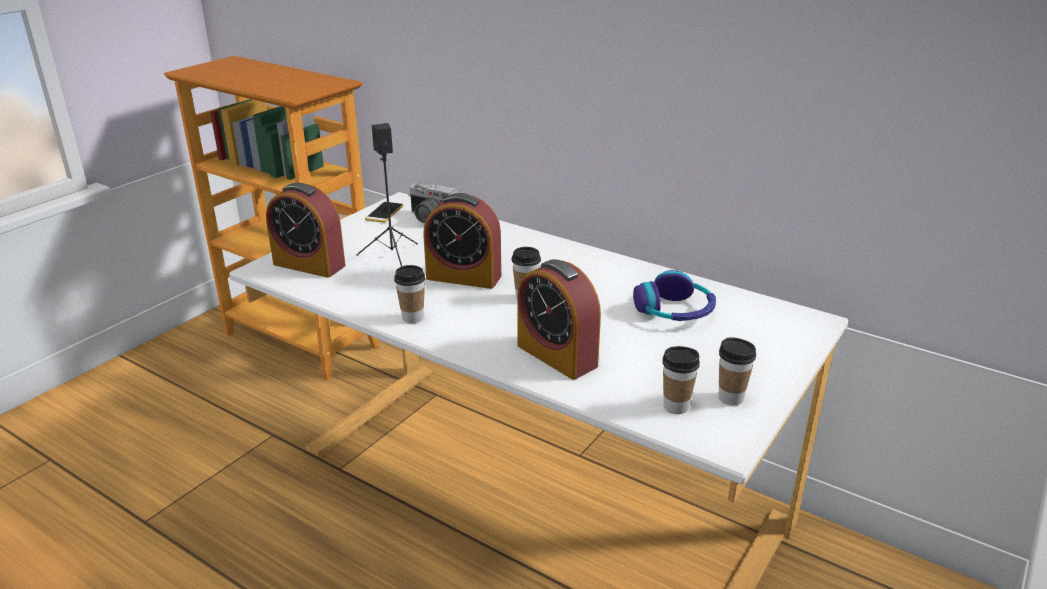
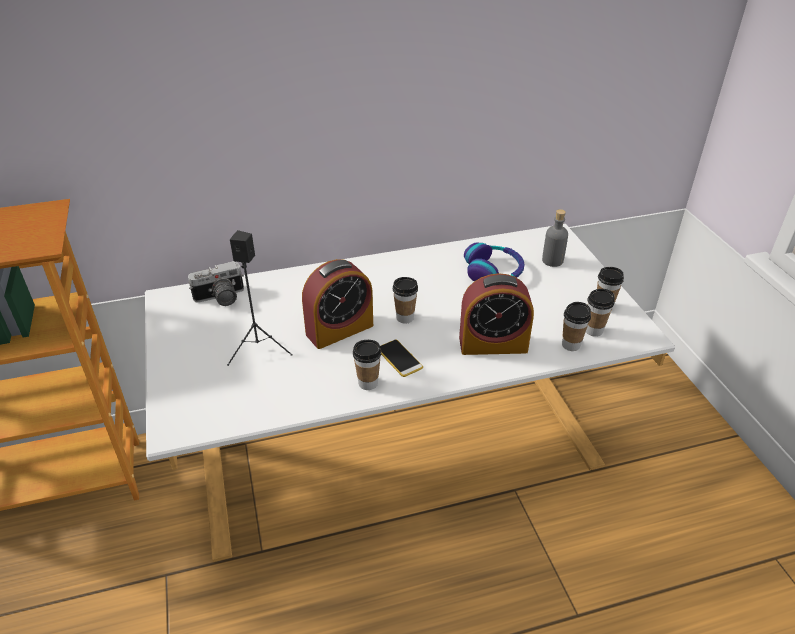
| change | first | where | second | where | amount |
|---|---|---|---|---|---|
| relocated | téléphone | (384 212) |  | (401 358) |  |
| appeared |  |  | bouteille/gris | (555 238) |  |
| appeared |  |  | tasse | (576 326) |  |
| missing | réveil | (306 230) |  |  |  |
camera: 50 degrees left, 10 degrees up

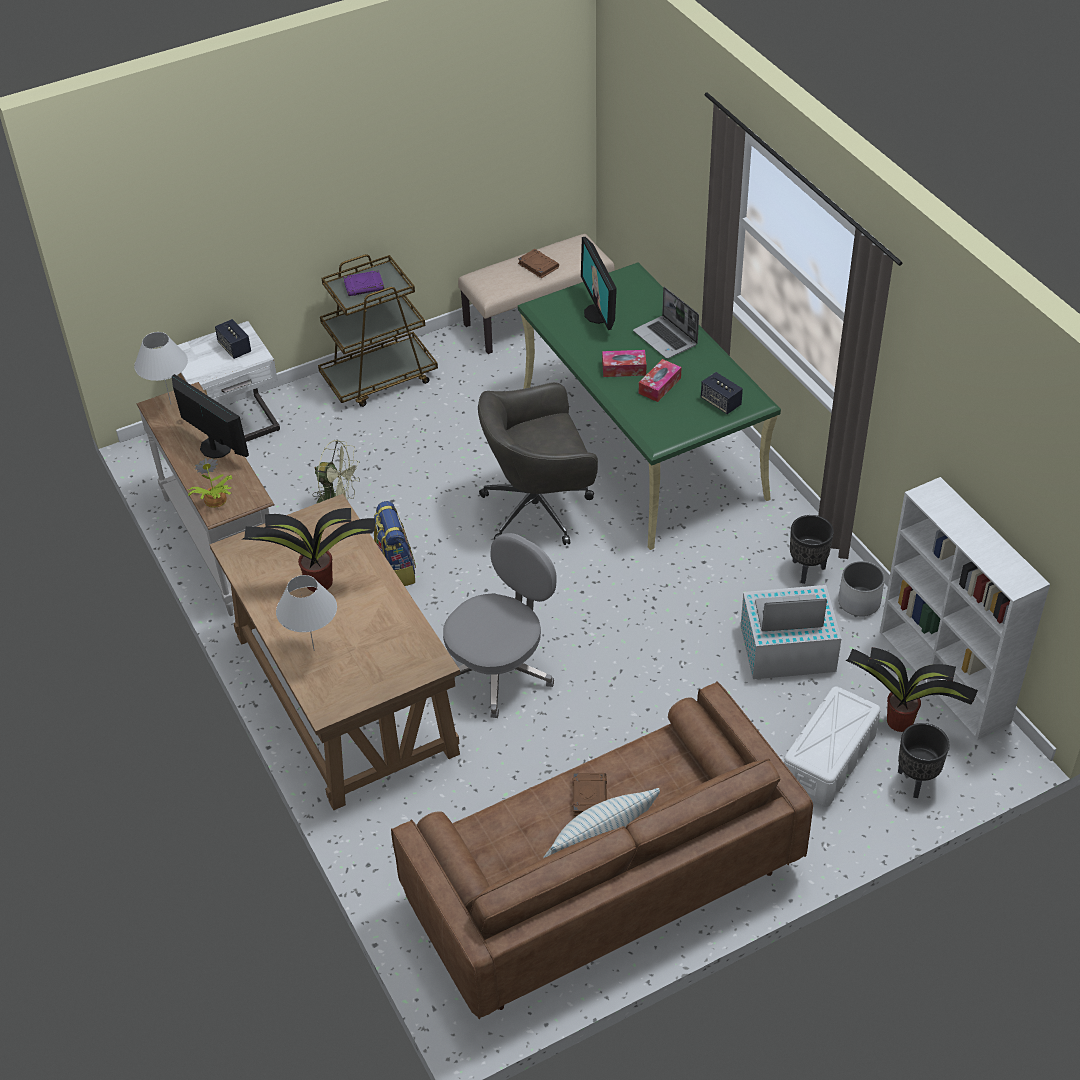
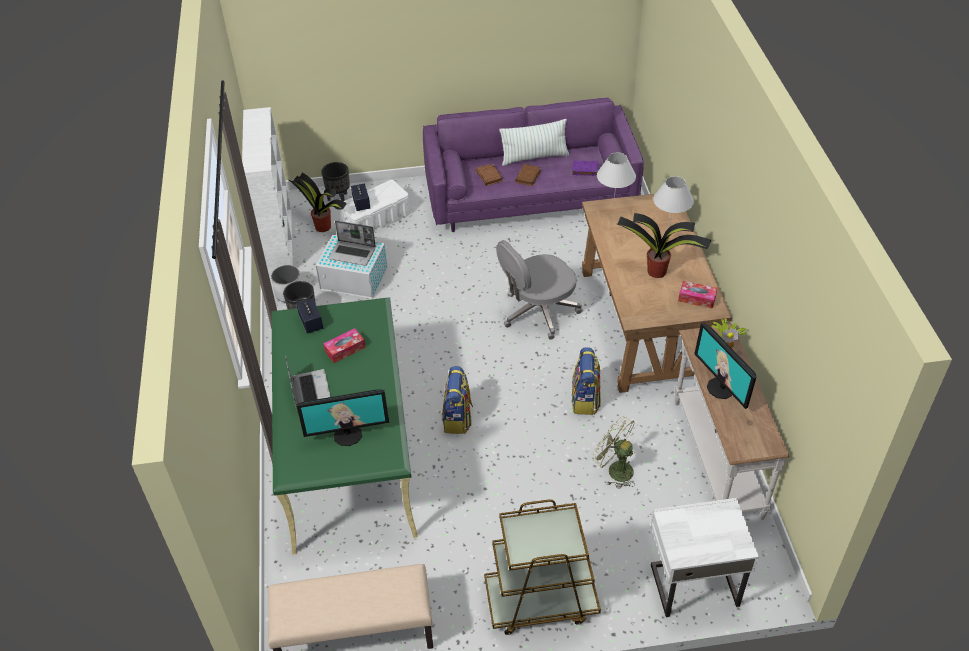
| change | first | where | second | where | amount |
|---|---|---|---|---|---|
| spun | écran d'ordinateur | (599 283) |  | (343 417) | 75 degrees clockwise |
| relocated | enceinte | (233 339) |  | (360 197) |  |
| colour | canapé/marron | (602 850) | canapé/violet | (533 165) |  |
| exchanged | chaise de bureau/gris | (538 463) | sac à dos | (457 400) |  |
| relocated | livre/marron | (538 263) |  | (489 174) |  |
| relocated | livre/violet | (363 283) |  | (585 168) |  |
| relocated | lampe de table/blanc | (161 368) |  | (616 180) |  |
| relocated | boîte à mouchoirs | (624 363) |  | (697 295) |  |
camera: 160 degrees left, 0 degrees up

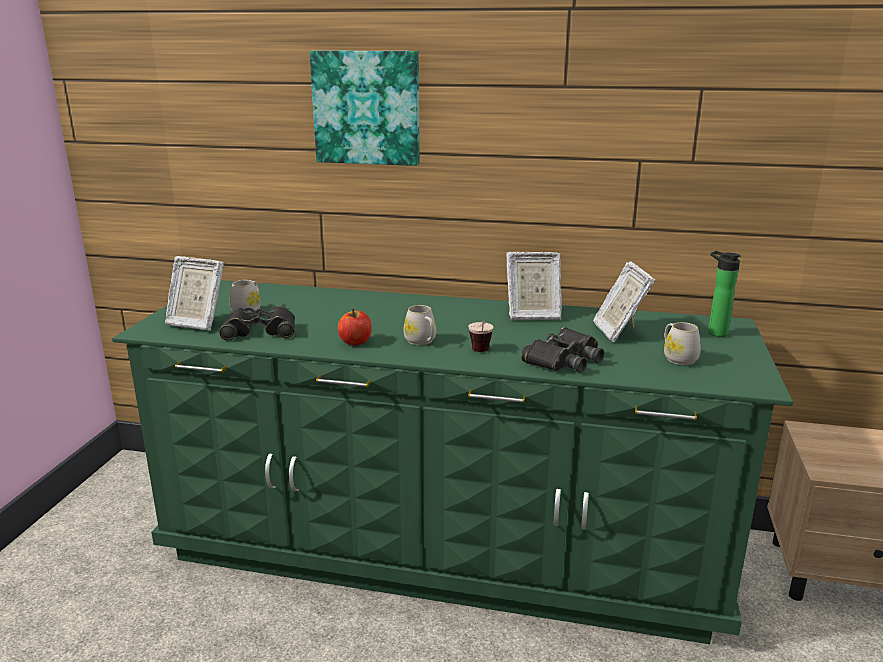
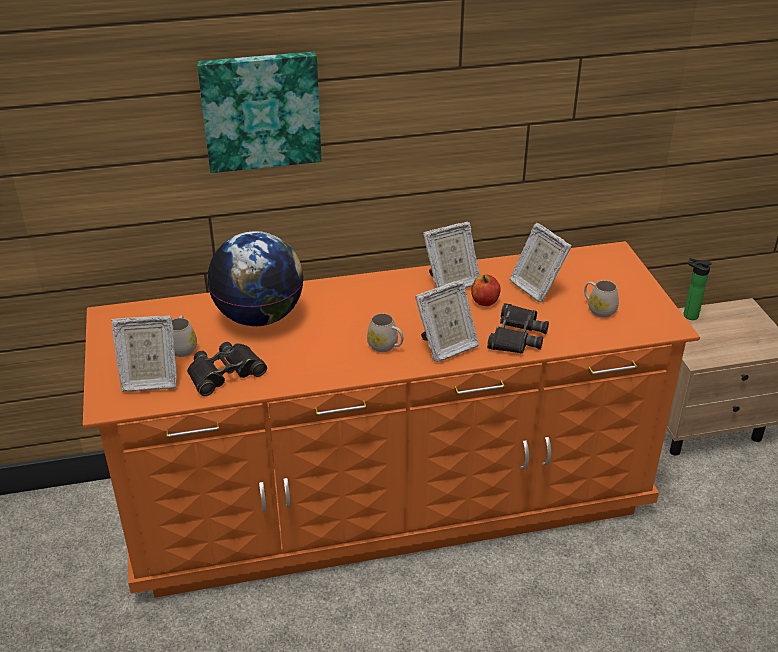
| change | first | where | second | where | amount |
|---|---|---|---|---|---|
| colour | commode/vert | (452 462) | commode/orange | (391 419) |  |
| appeared |  |  | globe | (255 278) |  |
| exchanged | tasse | (480 336) | cadre photo | (447 321) |  |
| relocated | pomme | (355 327) |  | (486 290) |  |
| relocated | bouteille | (724 294) |  | (697 289) |  |
camera: 25 degrees left, 15 degrees up

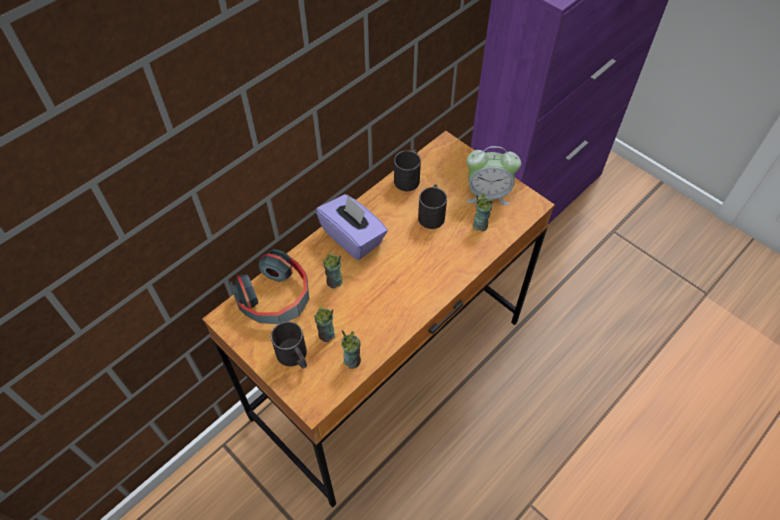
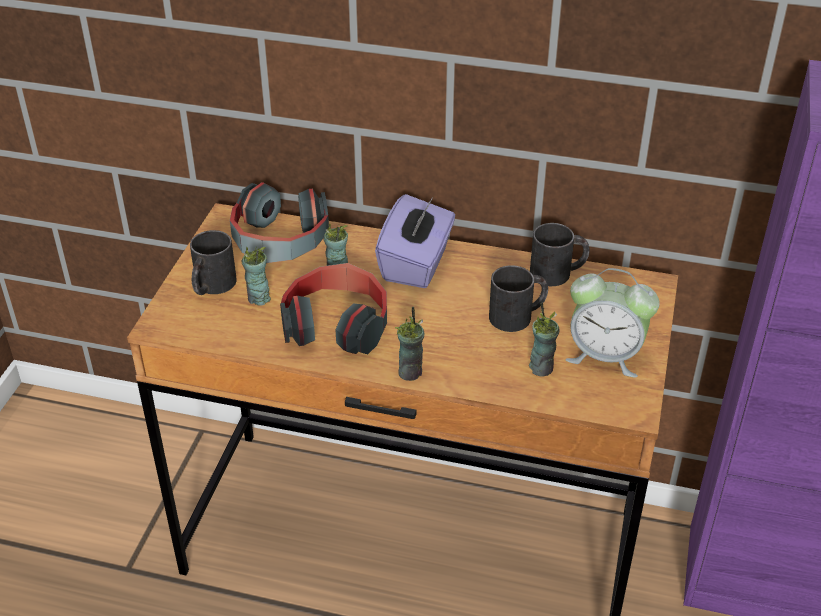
| change | first | where | second | where | amount |
|---|---|---|---|---|---|
| appeared |  |  | casque audio | (333 308) |  |
| relocated | tasse | (351 349) |  | (410 344) |  |
| spun | réveil | (493 175) |  | (613 322) | 45 degrees counterclockwise |
camera: 60 degrees right, 15 degrees down

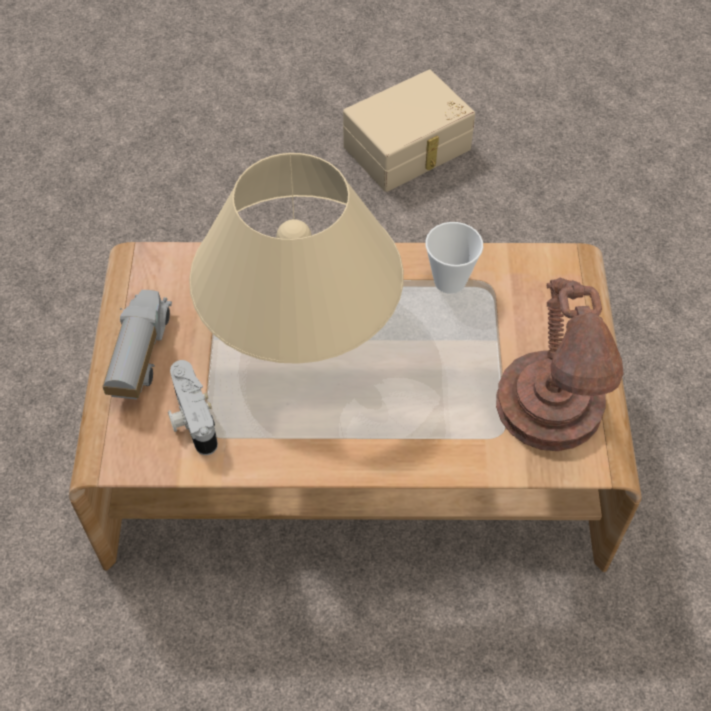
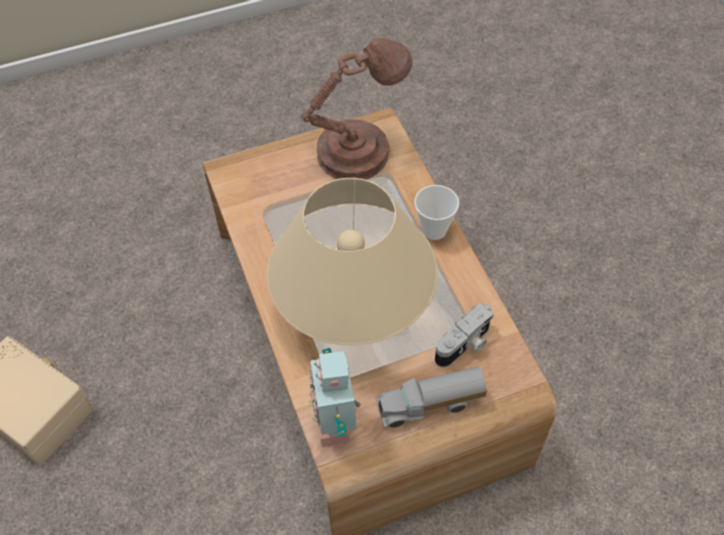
| change | first | where | second | where | amount |
|---|---|---|---|---|---|
| appeared |  |  | robot jouet | (335 397) |  |
| relocated | tasse | (454 258) |  | (436 212) |  |
camera: 110 degrees left, 0 degrees up

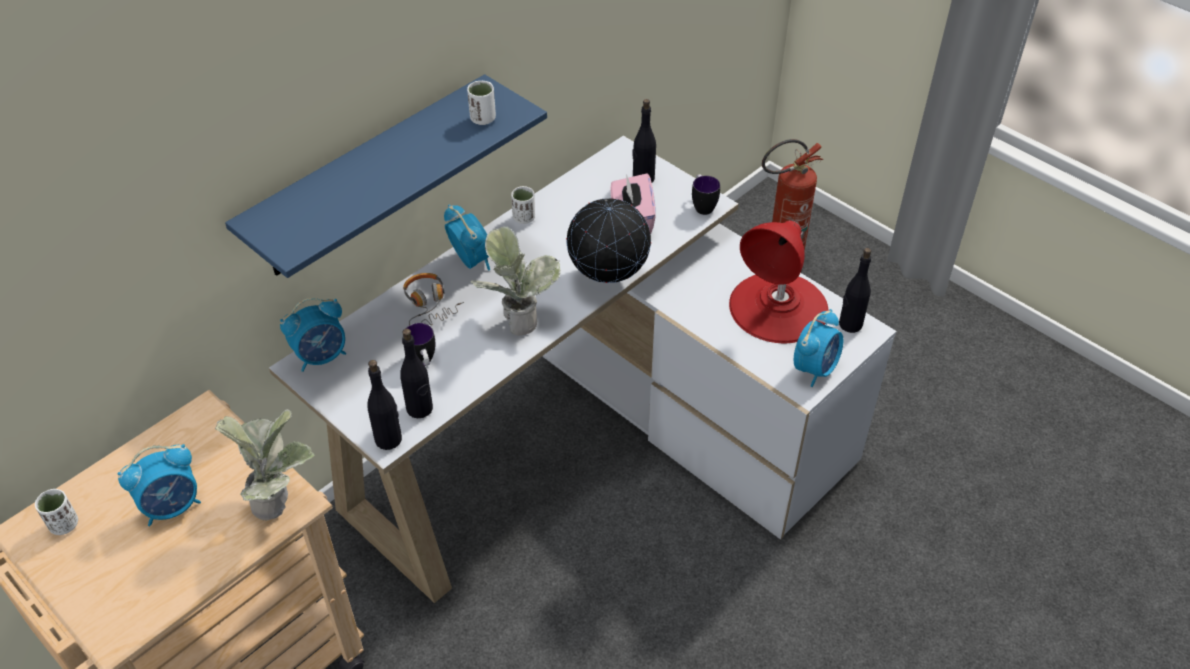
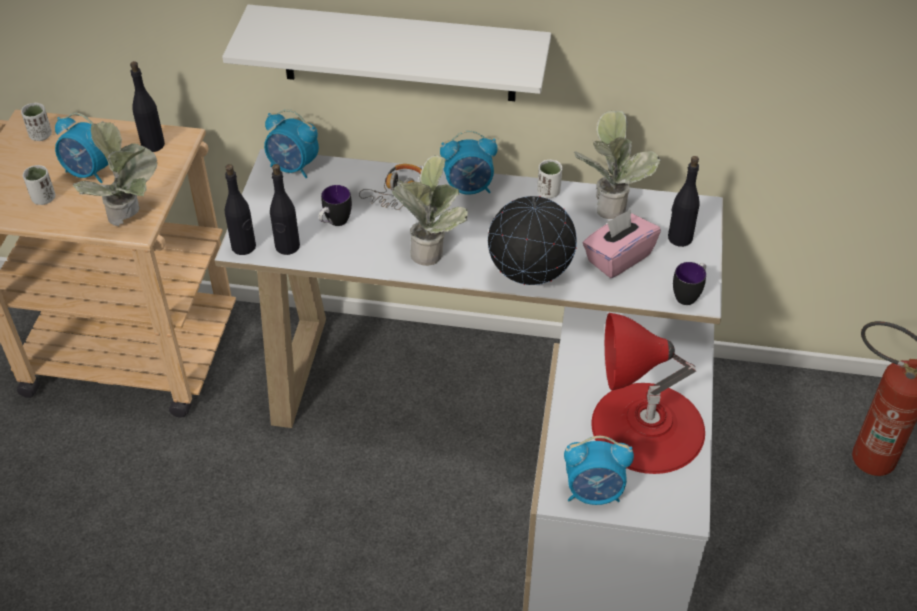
| change | first | where | second | where | amount |
|---|---|---|---|---|---|
| relocated | tasse/blanc | (481 103) |  | (39 185) |  |
| relocated | bouteille/noir | (855 290) |  | (147 106) |  |
| colour | étagère/bleu | (386 176) | étagère/blanc | (386 52) |  |
| spun | réveil | (467 237) |  | (469 162) | 60 degrees clockwise |
| appeared |  |  | plante en pot | (617 165) |  |
camera: 55 degrees right, 0 degrees up

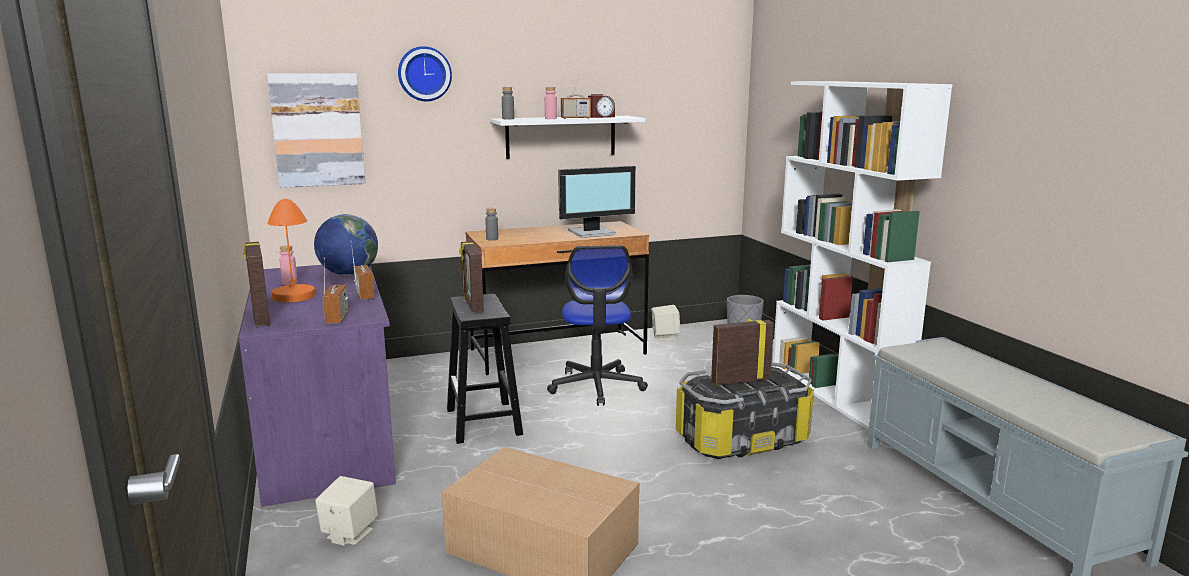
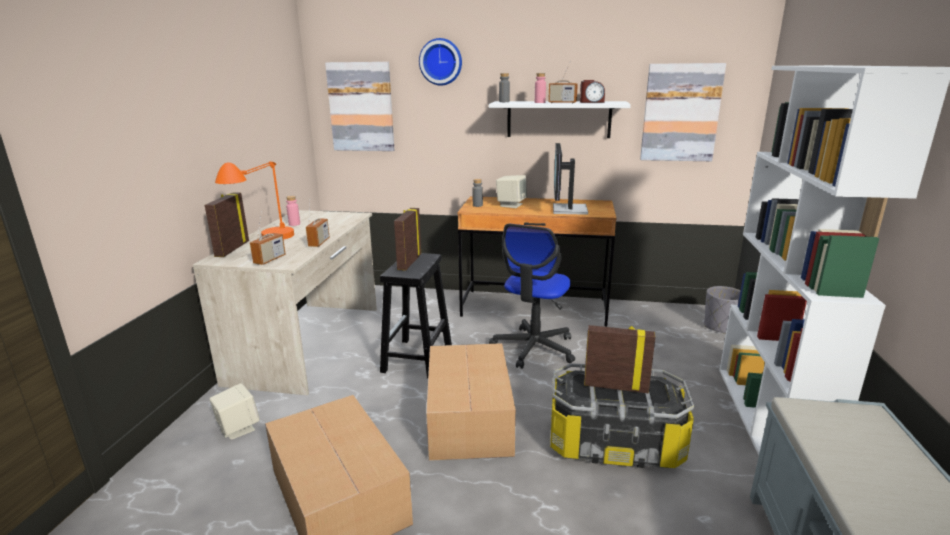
| change | first | where | second | where | amount |
|---|---|---|---|---|---|
| colour | bureau/violet | (317 386) | bureau/beige | (285 302) |  |
| appeared |  |  | carton | (471 402) |  |
| relocated | enceinte/beige | (665 322) |  | (511 191) |  |
| spun | écran d'ordinateur | (597 202) |  | (570 179) | 90 degrees clockwise |
| appeared |  |  | tableau | (683 112) |  |
| missing | globe | (346 244) |  |  |  |
camera: 30 degrees right, 5 degrees up

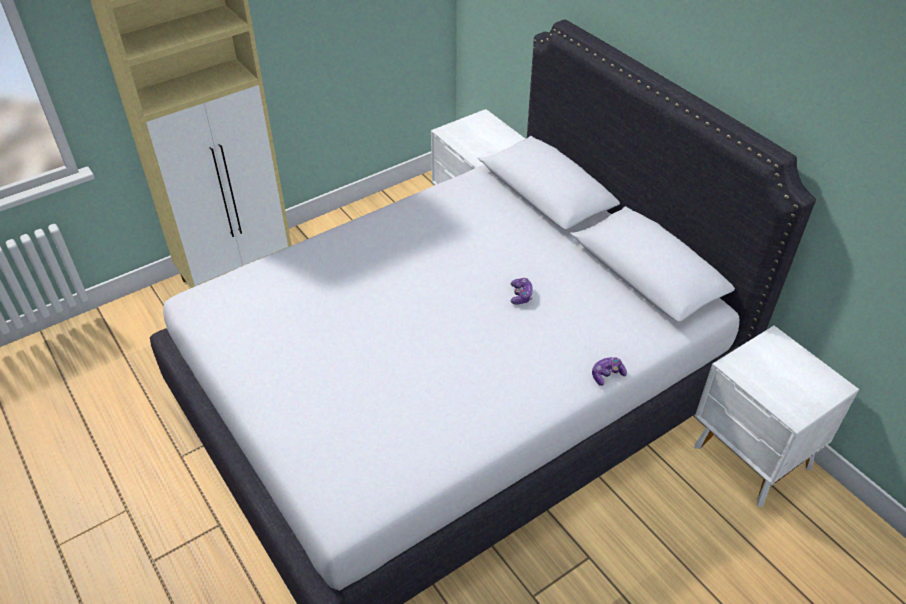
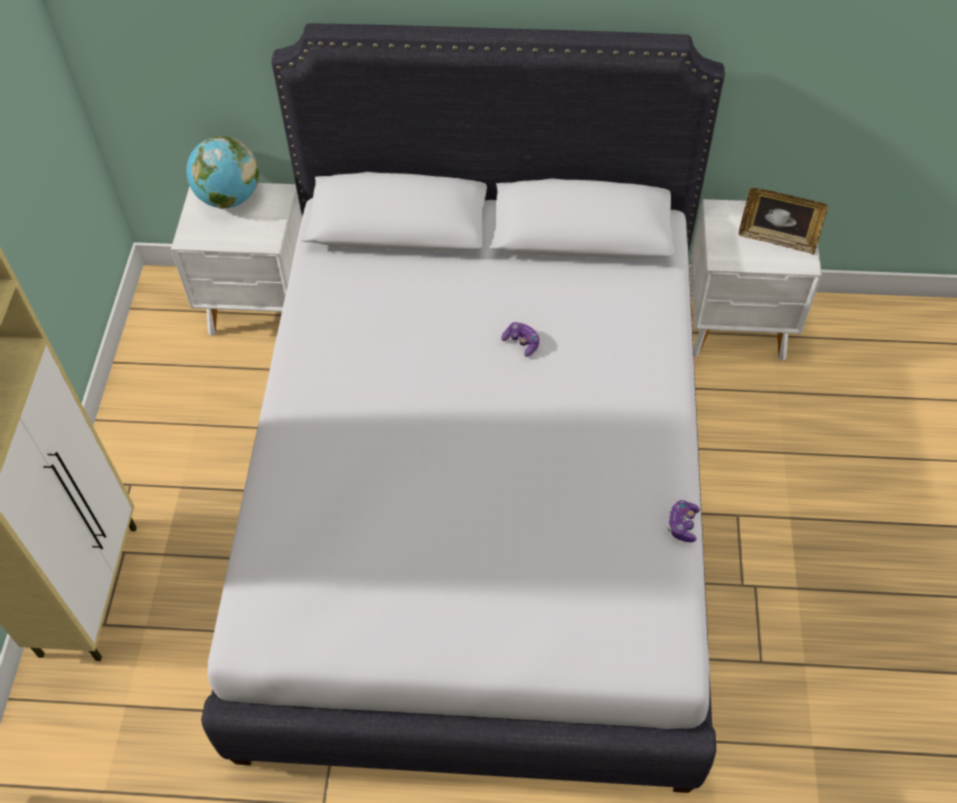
| change | first | where | second | where | amount |
|---|---|---|---|---|---|
| appeared |  |  | globe | (222 172) |  |
| relocated | manette | (609 371) |  | (684 521) |  |
| appeared |  |  | cadre photo | (783 221) |  |
camera: 50 degrees left, 10 degrees up

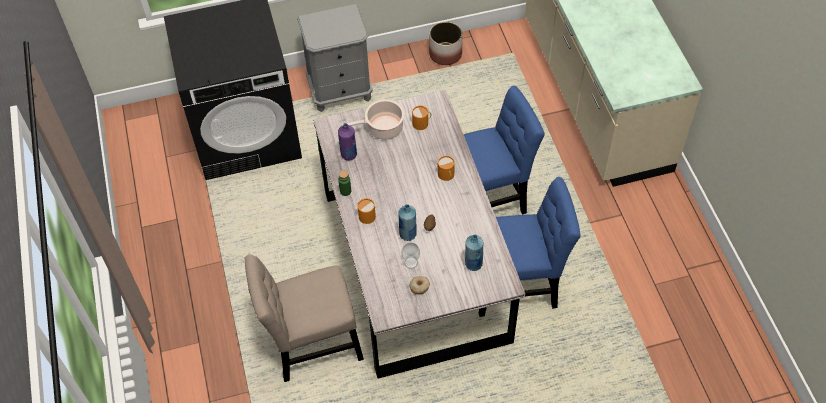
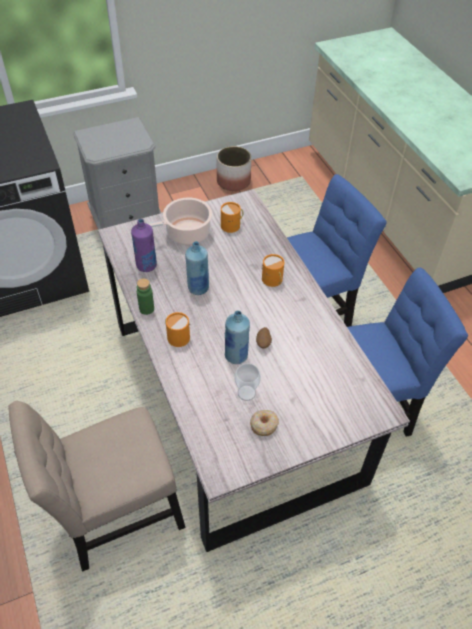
| change | first | where | second | where | amount |
|---|---|---|---|---|---|
| relocated | bouteille/bleu | (474 252) |  | (197 268) |  |
camera: 10 degrees left, 5 degrees down

